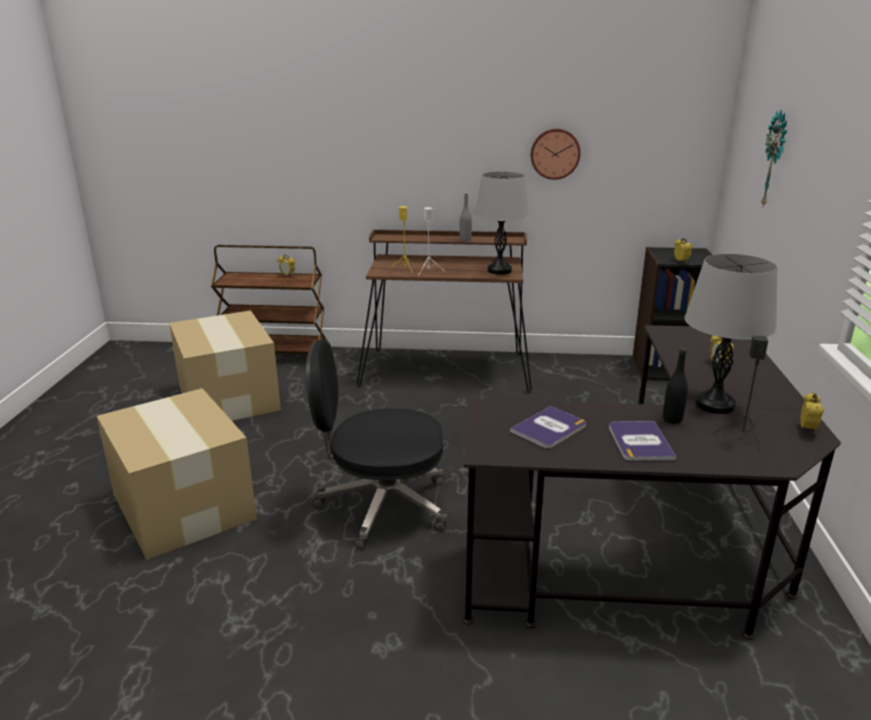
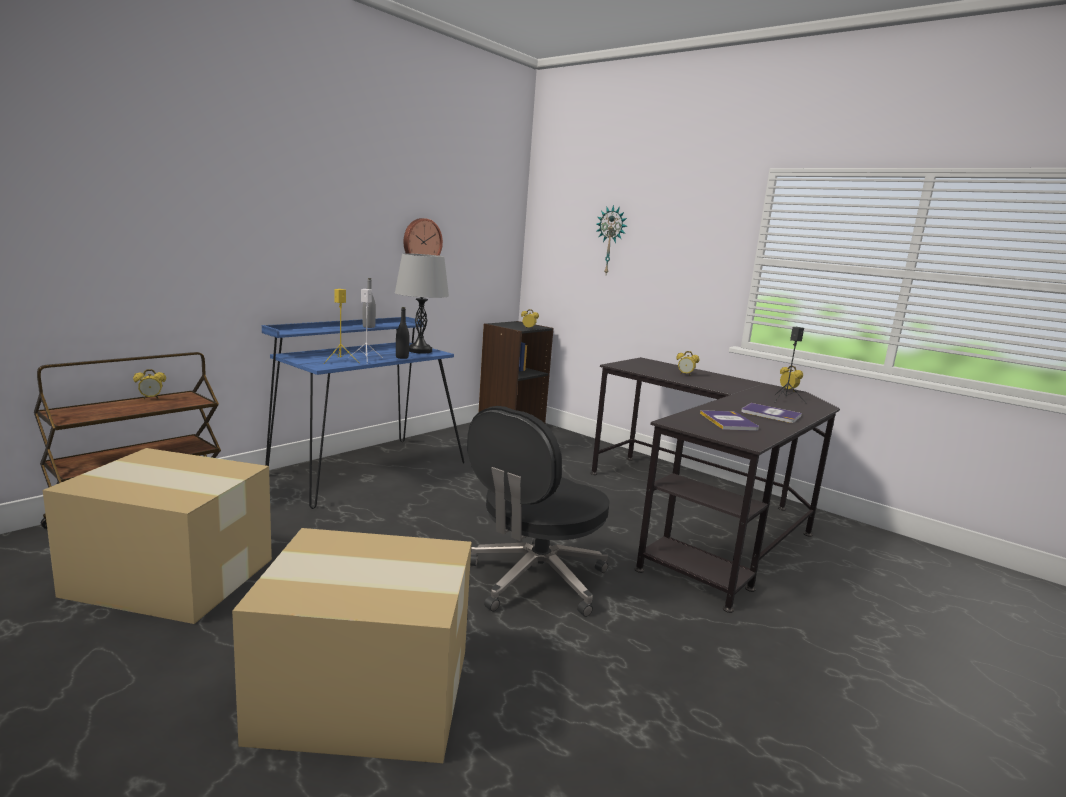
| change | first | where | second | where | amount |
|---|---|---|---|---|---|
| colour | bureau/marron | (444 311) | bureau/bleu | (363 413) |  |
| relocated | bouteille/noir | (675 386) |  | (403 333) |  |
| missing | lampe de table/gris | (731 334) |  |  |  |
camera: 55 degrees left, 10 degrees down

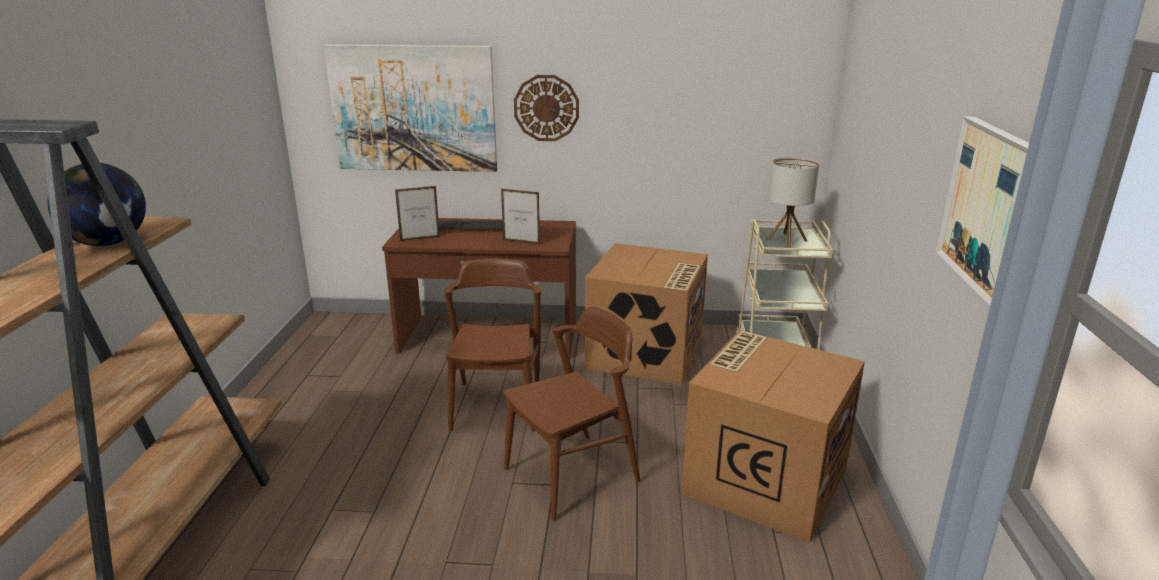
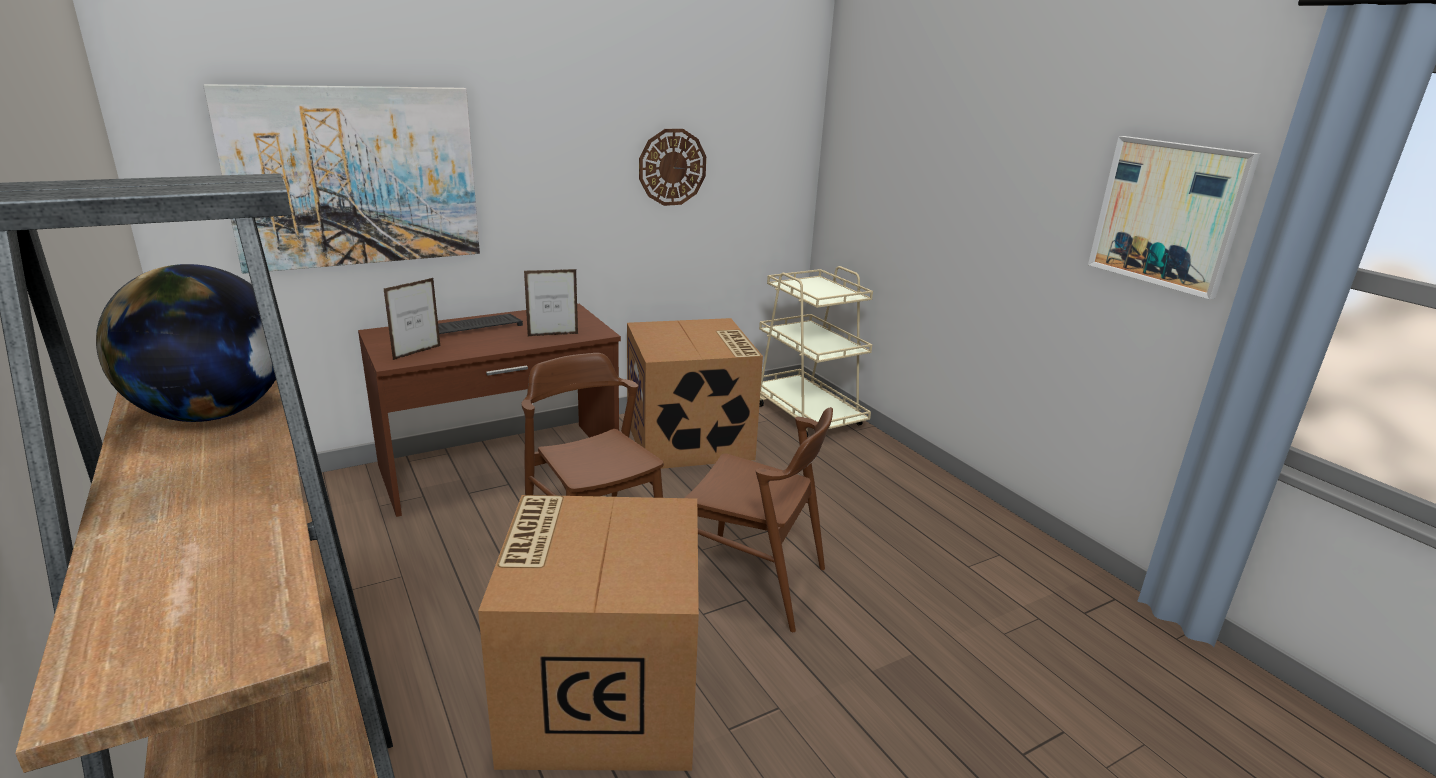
| change | first | where | second | where | amount |
|---|---|---|---|---|---|
| relocated | carton | (773 436) |  | (588 633) |  |
| relocated | horloge murale | (546 108) |  | (672 167) |  |
| spun | chaise/marron | (572 413) |  | (758 519) | 90 degrees clockwise |
| missing | lampe de table | (793 202) |  |  |  |
camera: 35 degrees left, 0 degrees up

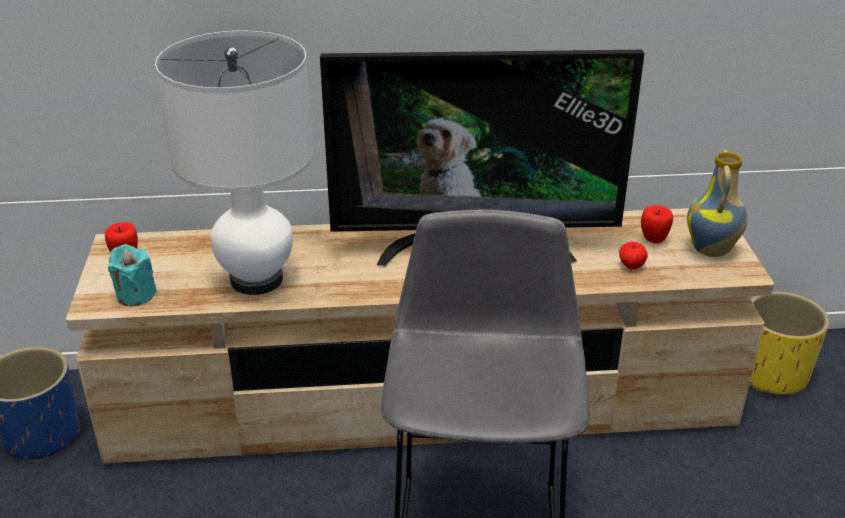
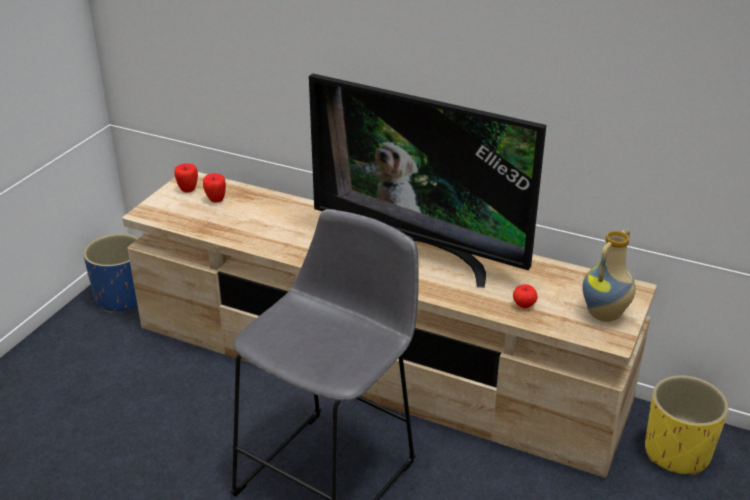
| change | first | where | second | where | amount |
|---|---|---|---|---|---|
| relocated | pomme | (657 224) |  | (214 188) |  |
| missing | bougie/turquoise | (132 275) |  |  |  |
| missing | lampe de table/blanc | (234 162) |  |  |  |
camera: 30 degrees right, 0 degrees up

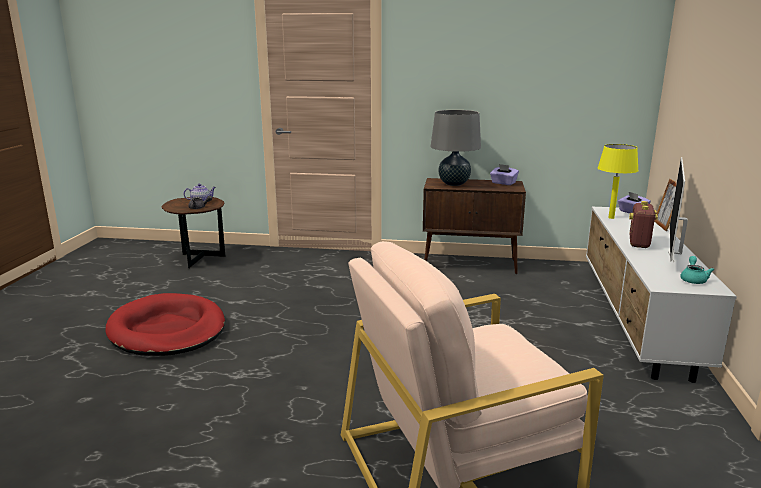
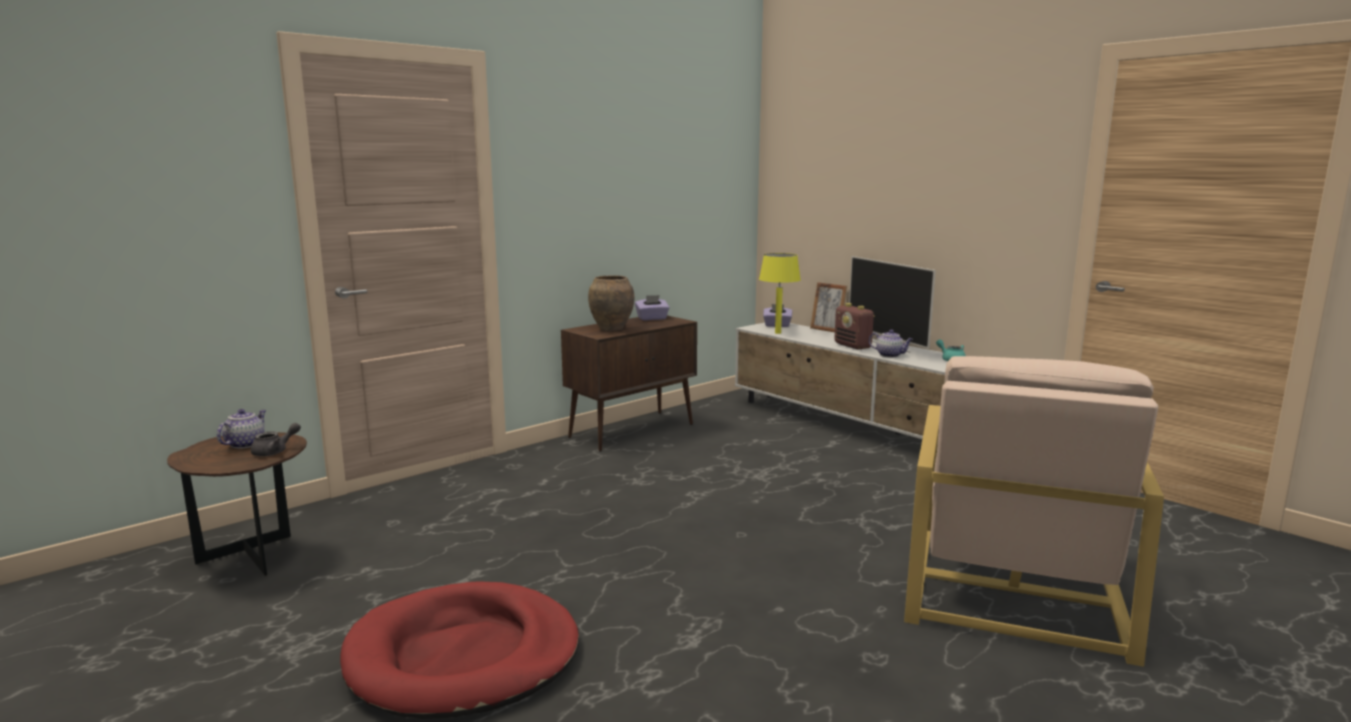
| change | first | where | second | where | amount |
|---|---|---|---|---|---|
| exchanged | lampe de table/gris | (456 148) | vase/marron | (611 303) |  |
| appeared |  |  | théière | (891 343) |  |
camera: 50 degrees left, 5 degrees down

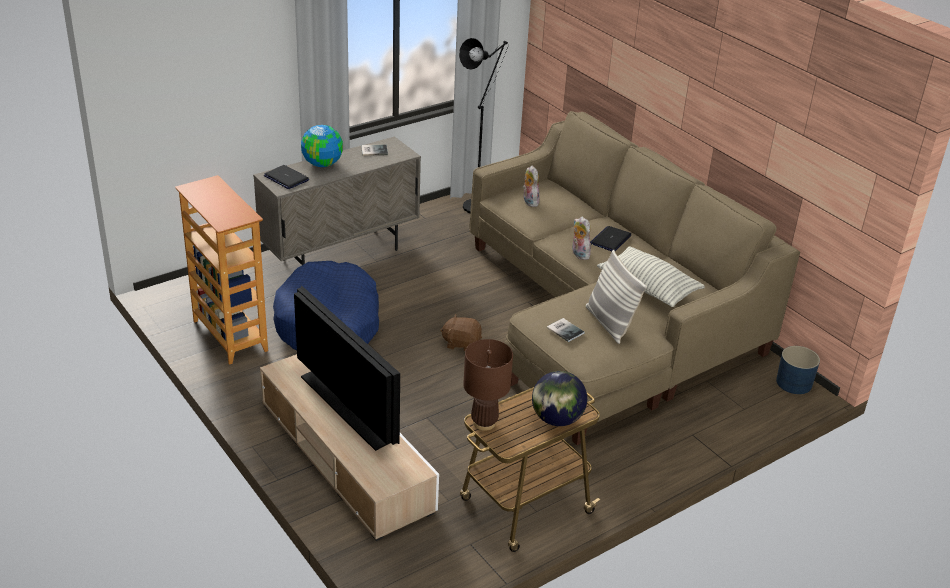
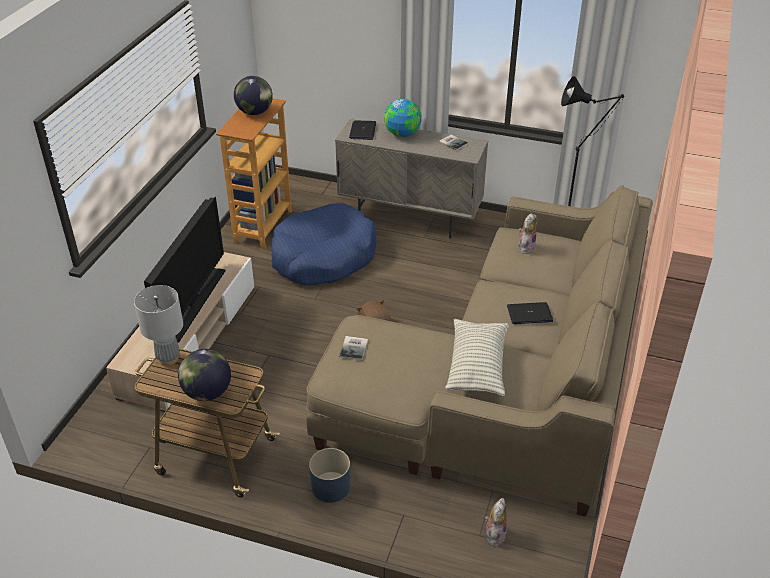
| change | first | where | second | where | amount |
|---|---|---|---|---|---|
| colour | lampe de table/marron | (488 385) | lampe de table/gris | (158 325) |  |
| appeared |  |  | globe | (253 95) |  |
| relocated | cache-pot/bleu | (798 370) |  | (329 475) |  |
| relocated | peluche | (581 238) |  | (496 522) |  |
| missing | coussin | (616 297) |  |  |  |
camera: 55 degrees right, 5 degrees up

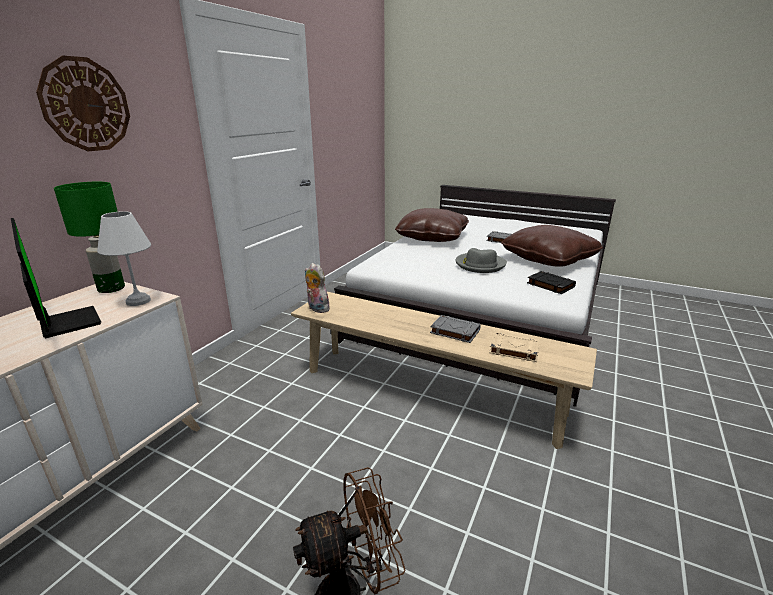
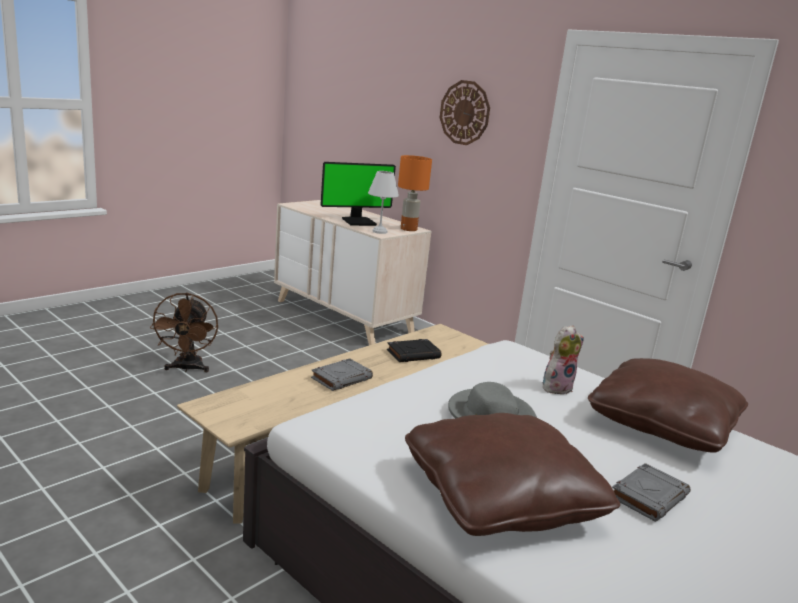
| change | first | where | second | where | amount |
|---|---|---|---|---|---|
| relocated | livre/noir | (551 282) |  | (414 350) |  |
| colour | lampe de table/vert | (89 237) | lampe de table/orange | (415 193) |  |
| relocated | peluche | (317 288) |  | (563 359) |  |
| missing | livre/beige | (514 347) |  |  |  |
camera: 105 degrees right, 5 degrees down

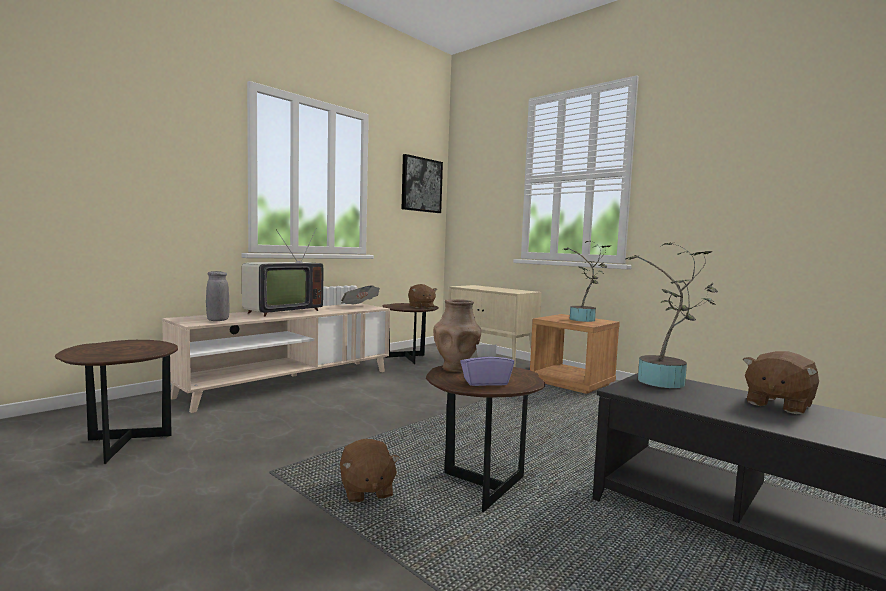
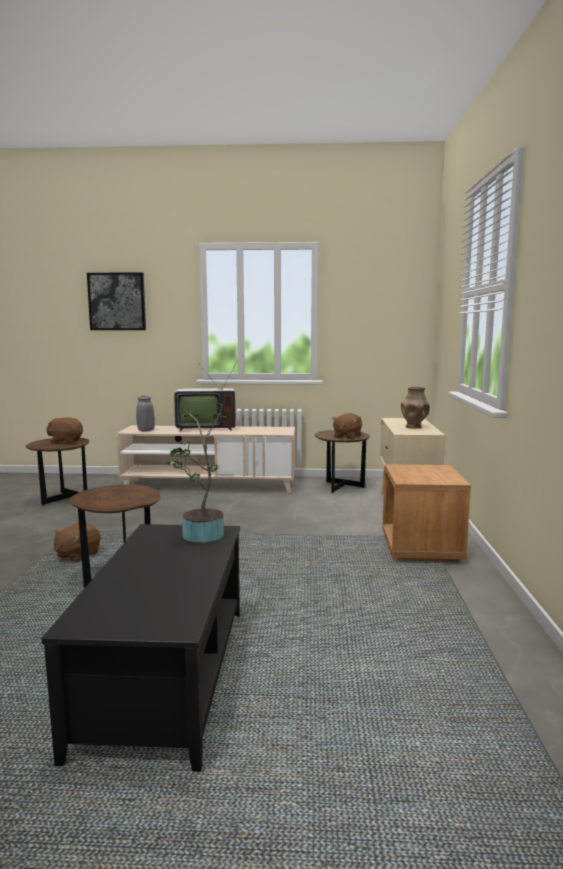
| change | first | where | second | where | amount |
|---|---|---|---|---|---|
| relocated | peluche/marron | (781 382) |  | (64 430) |  |
| relocated | tableau | (422 183) |  | (116 301) |  |
| relocated | vase/marron | (457 335) |  | (415 408) |  |
| missing | journal | (360 294) |  |  |  |
| missing | boîte à mouchoirs/violet | (487 365) |  |  |  |
| missing | plante en pot | (588 281) |  |  |  |
camera: 50 degrees right, 5 degrees up

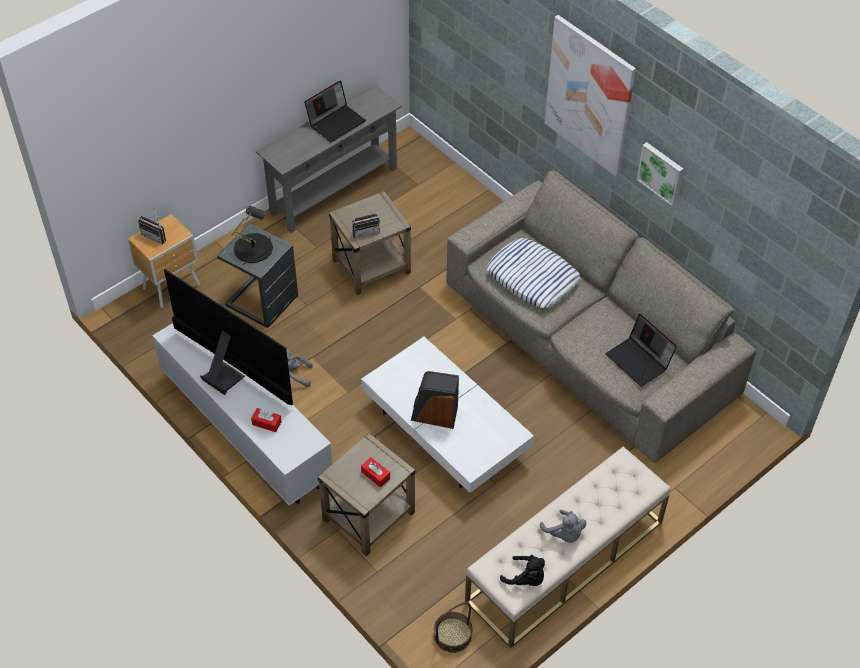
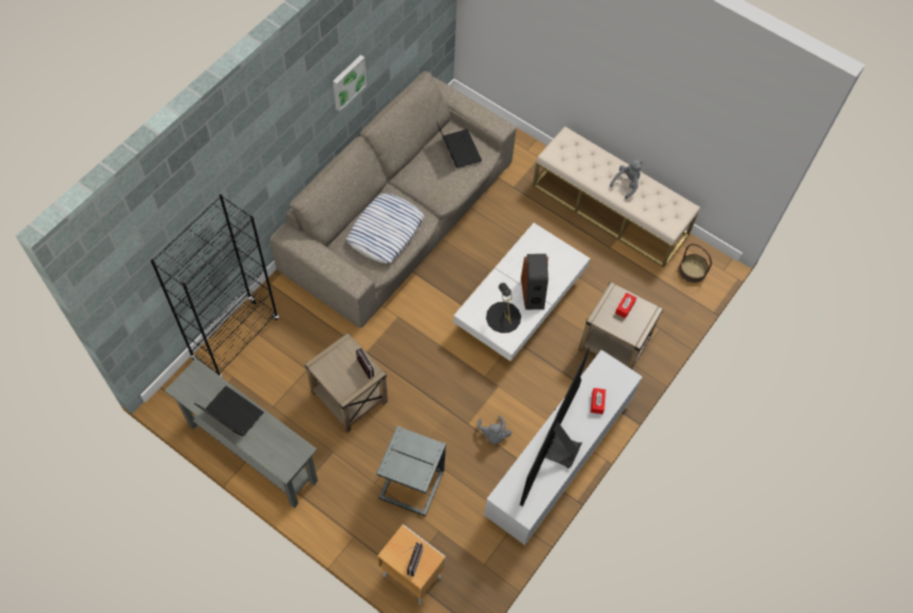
| change | first | where | second | where | amount |
|---|---|---|---|---|---|
| appeared |  |  | bibliothèque/noir | (214 285) |  |
| spun | ordinateur portable | (641 350) |  | (459 145) | 60 degrees counterclockwise |
| relocated | lampe de table/noir | (252 234) |  | (503 308) |  |
| missing | peluche/noir | (522 570) |  |  |  |
| missing | tableau | (590 95) |  |  |  |
camera: 105 degrees left, 10 degrees up

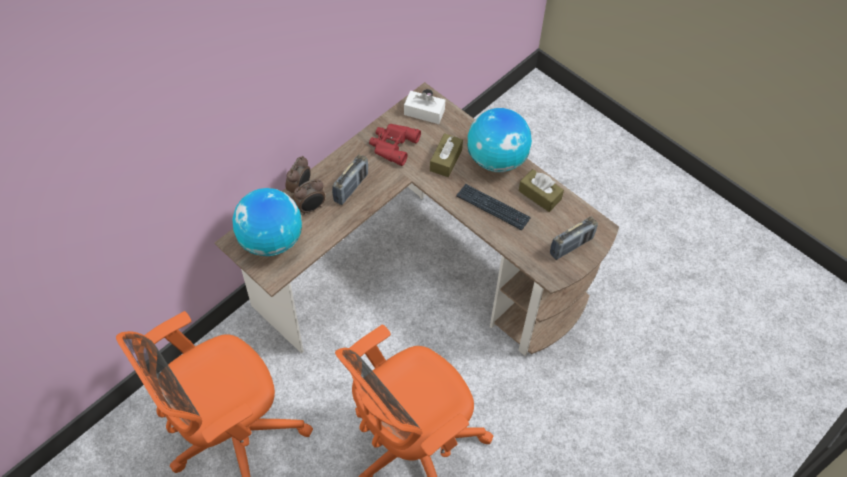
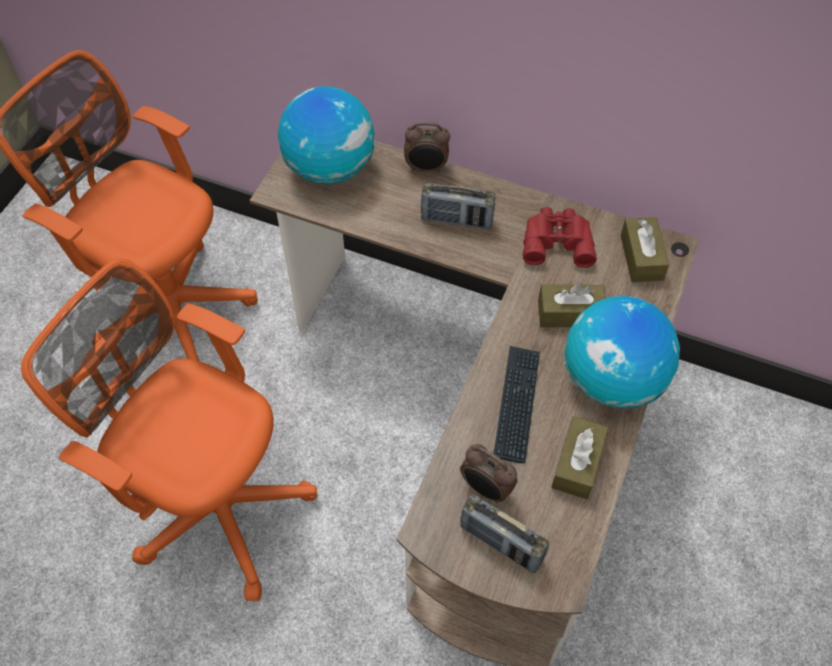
| change | first | where | second | where | amount |
|---|---|---|---|---|---|
| relocated | réveil | (309 197) |  | (488 473) |  |
| colour | boîte à mouchoirs/blanc | (424 107) | boîte à mouchoirs/marron | (645 249) |  |
camera: 70 degrees right, 0 degrees up

